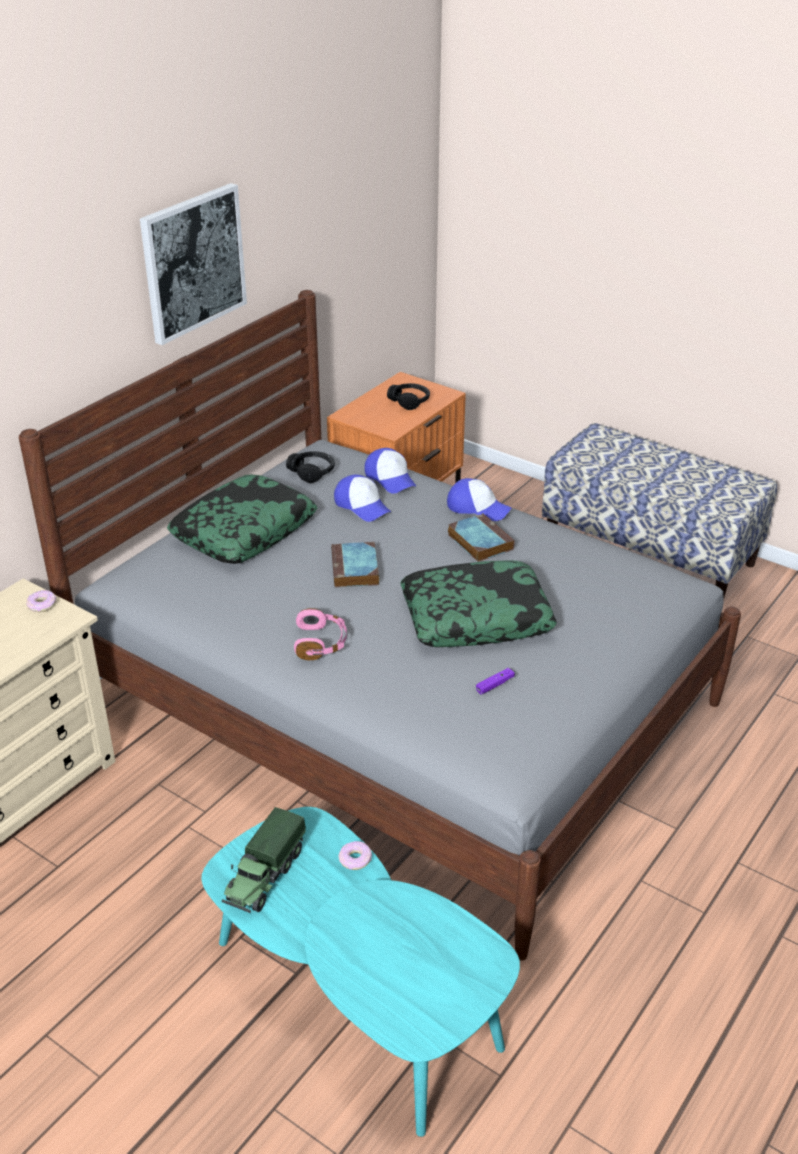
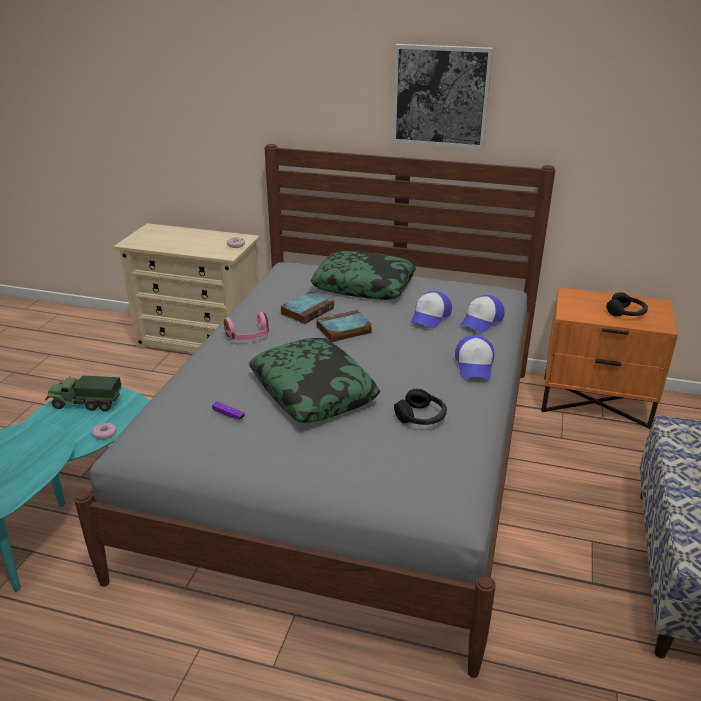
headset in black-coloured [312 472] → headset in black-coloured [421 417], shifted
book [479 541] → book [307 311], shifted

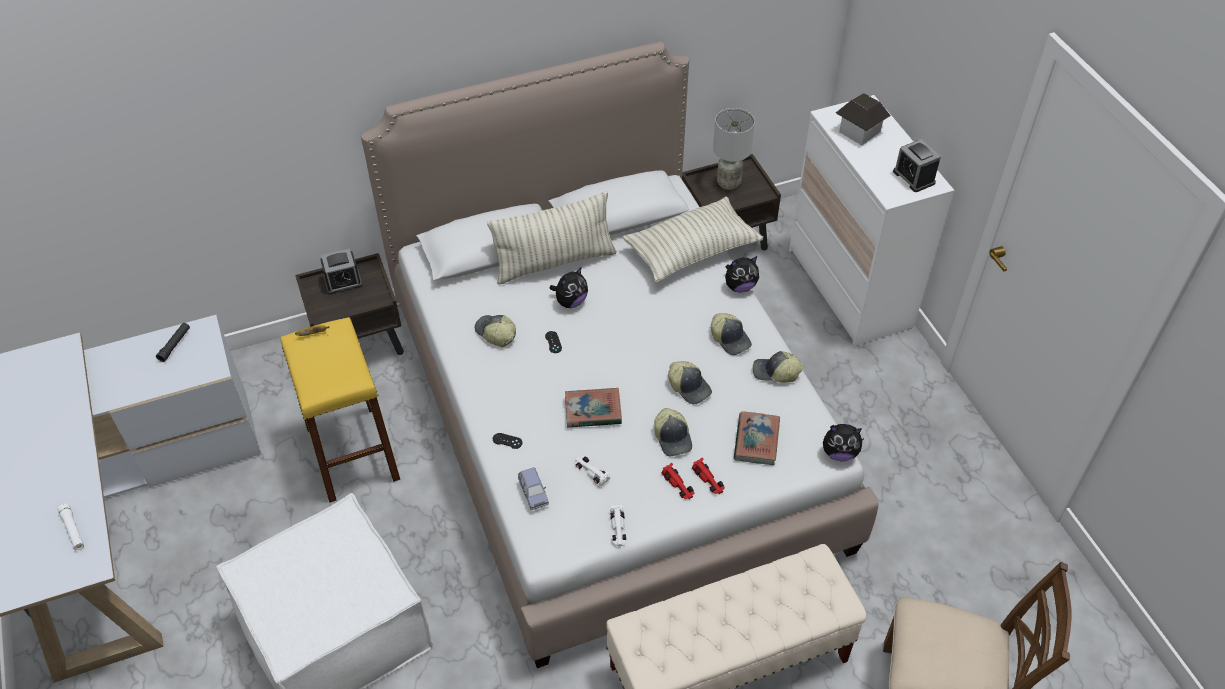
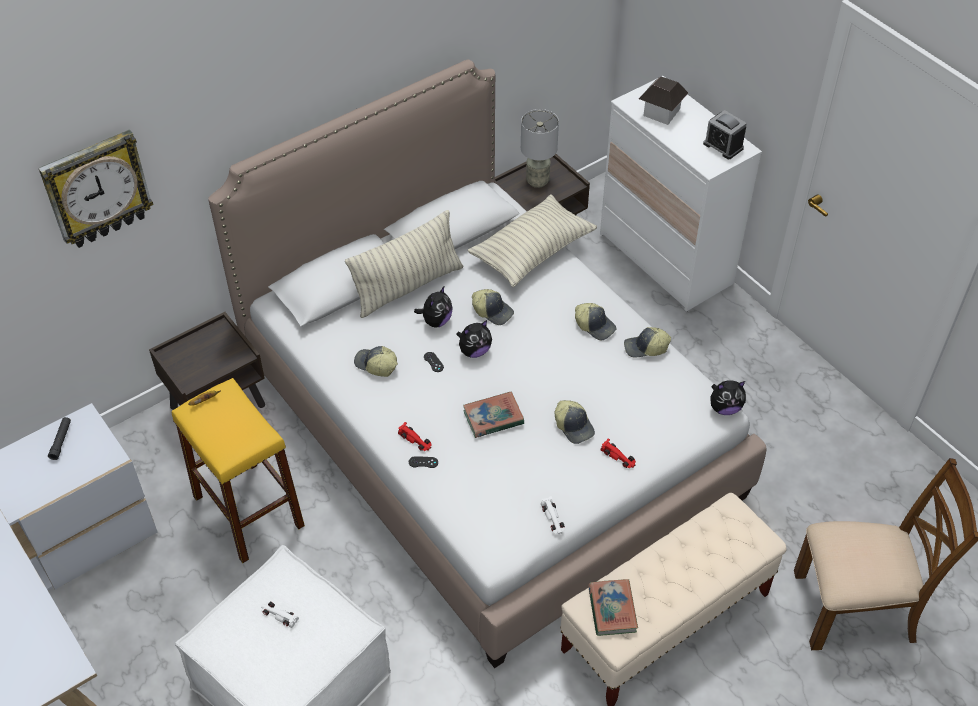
bedside clock [343 282] → -
cuddly toy [740 286] → cuddly toy [474 351], shifted
cap [689 387] → cap [493 311], shifted
book [756 440] → book [612 609], shifted
miniature car in white-coloured [591 471] → miniature car in white-coloured [279 615], shifted
miniature car in reddish [678 485] → miniature car in reddish [415 440], shifted
miniature car in blue [533 493] → -
torch in white-coloured [73 530] → -
- → wall clock [97 189]

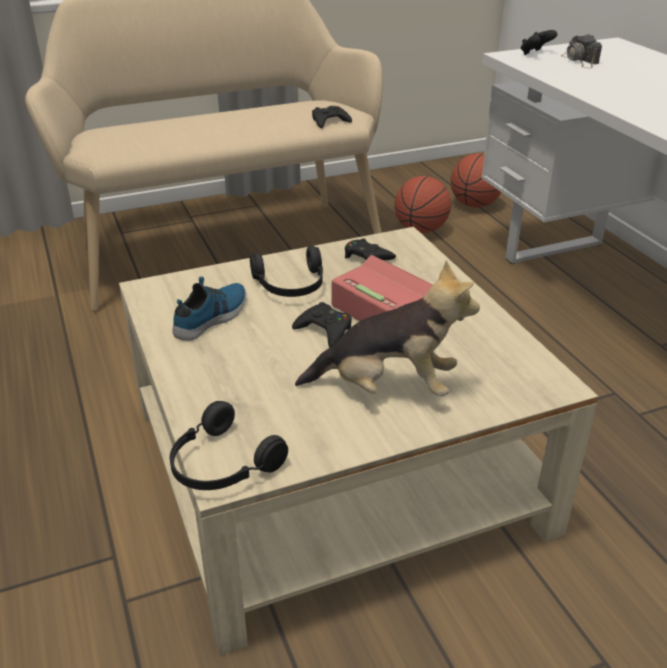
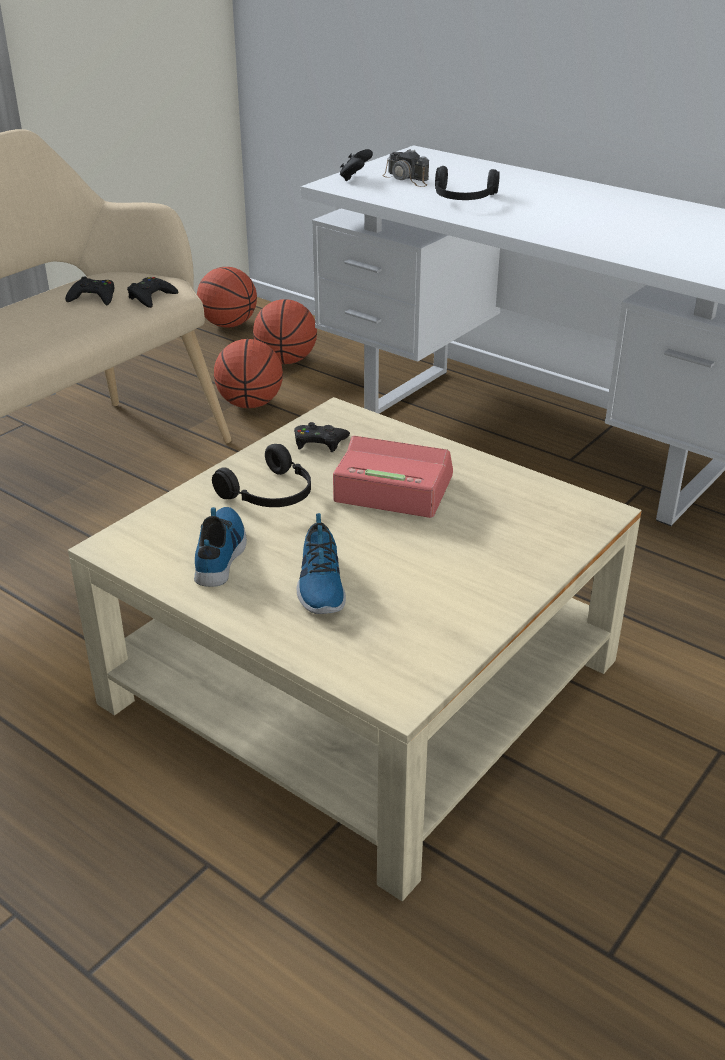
cuddly toy [388 388] → -
gamepad in black-coloured [325 330] → gamepad in black-coloured [93 297], shifted
headset in black-coloured [221 465] → headset in black-coloured [463 198], shifted
- → basketball [228 325]
- → low shoe [319 583]

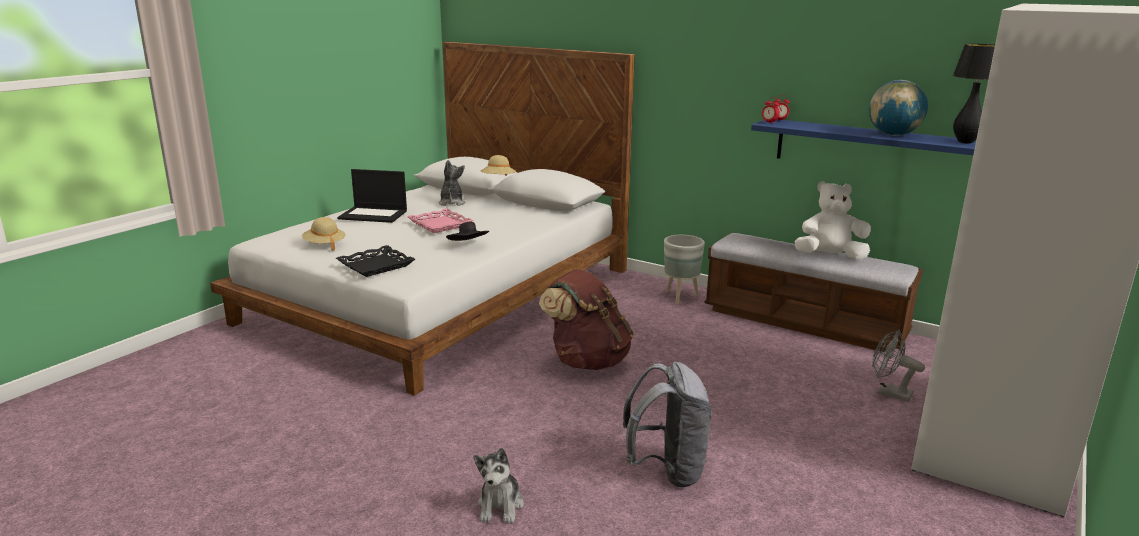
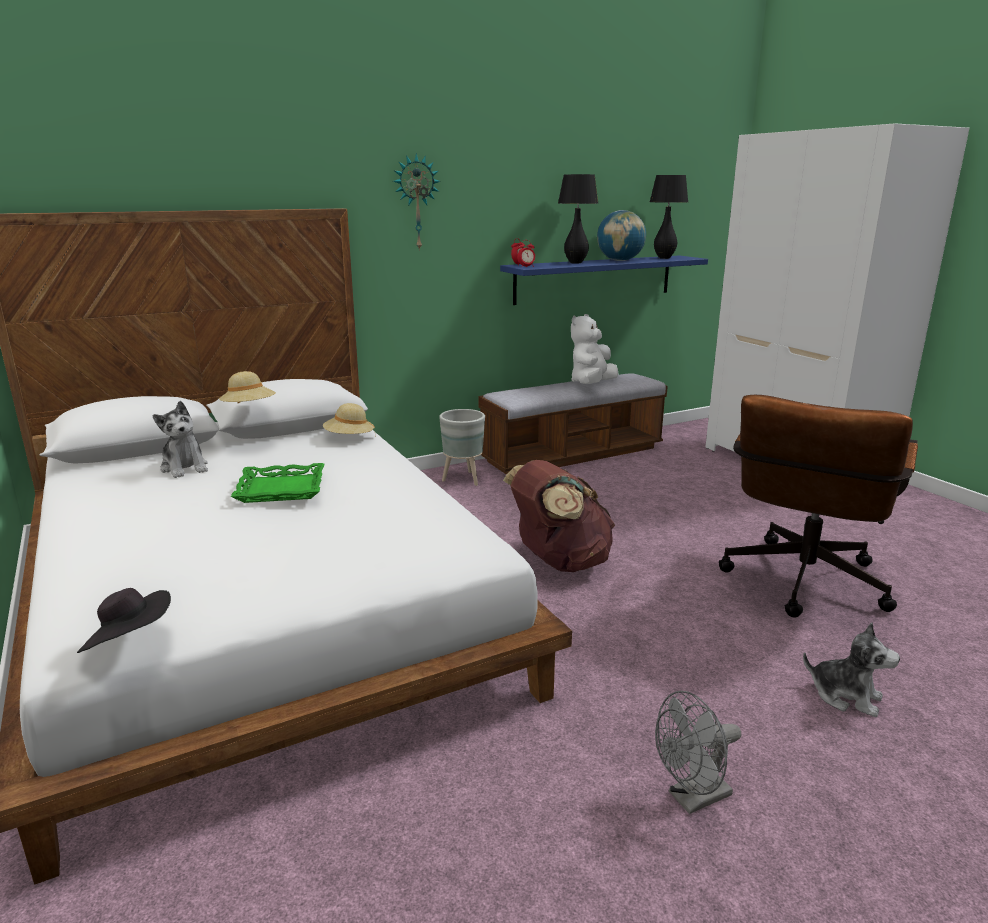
cuddly toy [451 203] → cuddly toy [185 467], 150 degrees counterclockwise
notebook computer [374 215] → -
tray in pink-coloured [440 225] → tray in greenish [281 489]
hat in beige [324 245] → hat in beige [349 438], shifted
hat in black-coloured [468 246] → hat in black-coloured [130 642], shifted
tray in black-coloured [376 266] → -
electric fan in gray [888 393] → electric fan in gray [692 798], shifted
backpack in gray [667 470] → desk chair in brown [801 586]
- → wall clock [416 202]
- → table lamp in black-coloured [575 263]

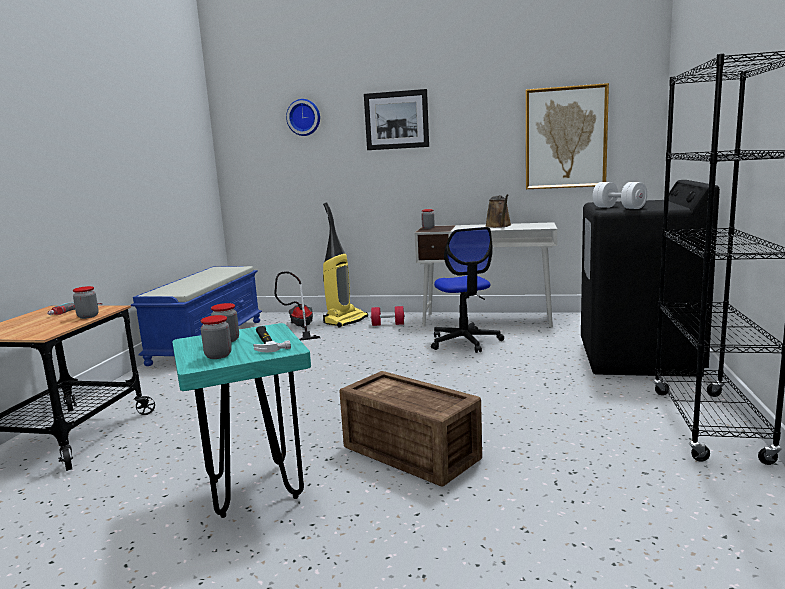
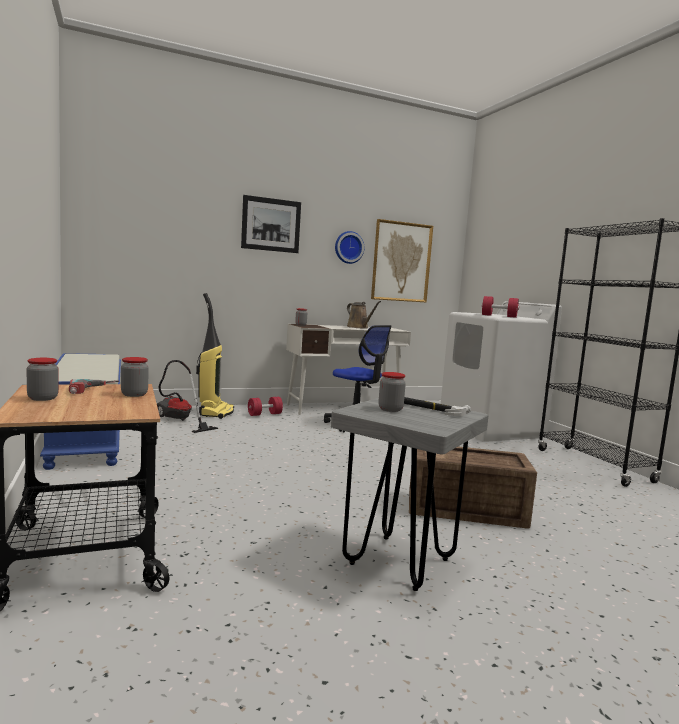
wall clock [304 117] → wall clock [348 247], shifted
laundry machine in black-coloured [638 358] → laundry machine in white-coloured [490 429]
hand weight in white-coloured [619 208] → hand weight in reddish [499 316]
preserve jar [218 355] → preserve jar [43 398], shifted
sitting stool in turquoise [254 489] → sitting stool in gray [399 561]

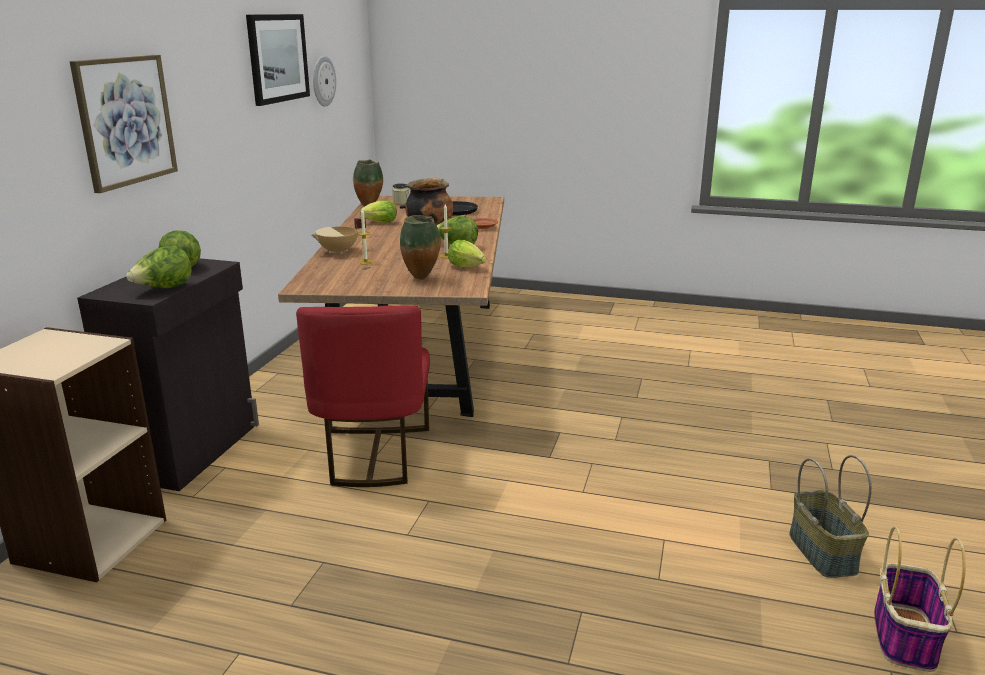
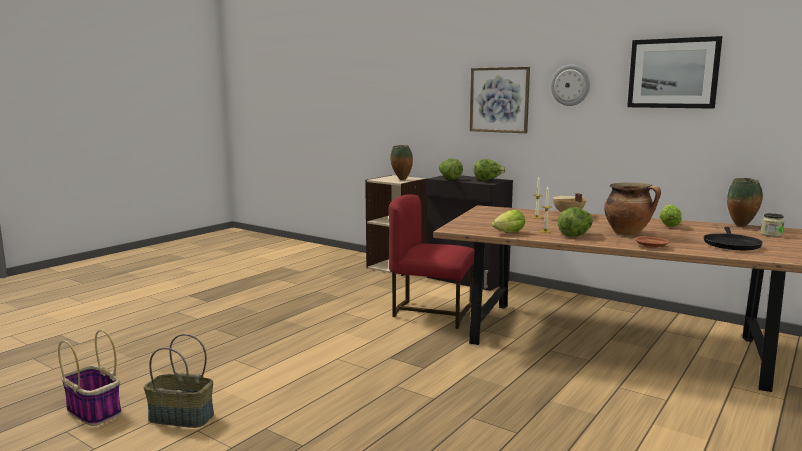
wall clock [323 81] → wall clock [570 85], shifted
decorative vase [422 279] → decorative vase [401 179], shifted

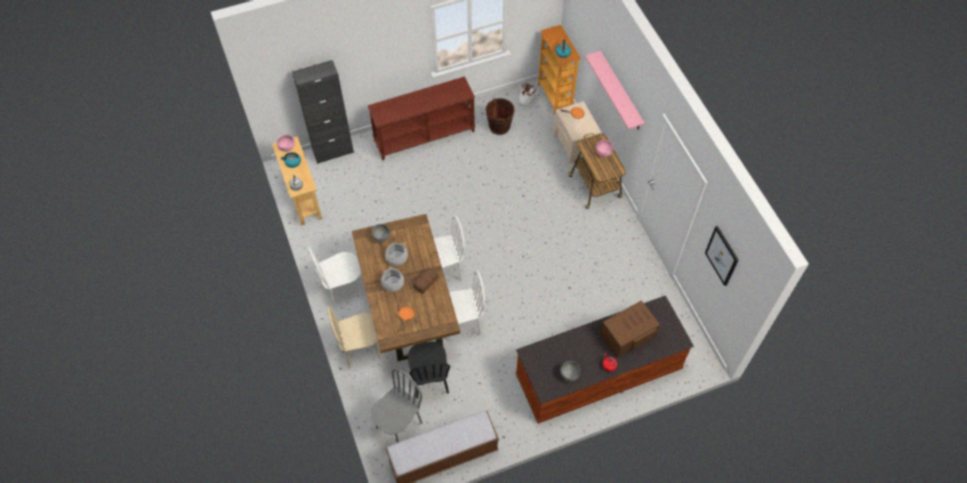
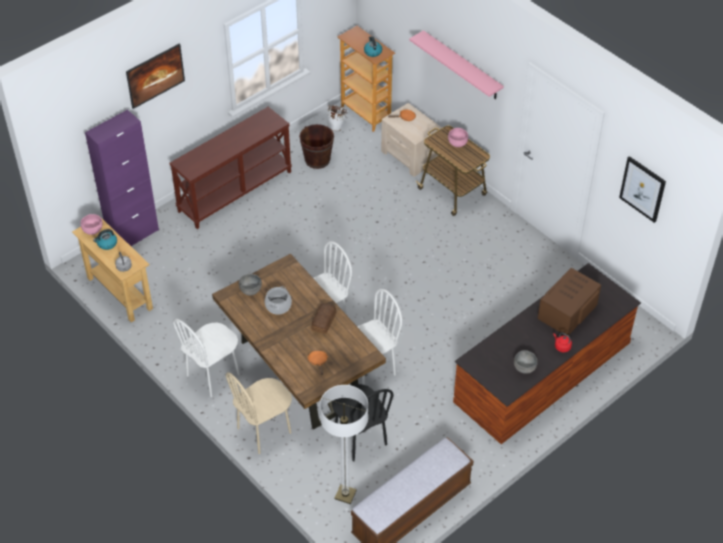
cabinet in black-coloured [333 152] → cabinet in purple [133 235]
cooking pot [392 283] → -
plain chair in gray [399 425] → standard lamp [345 495]
- → wall picture [157 85]

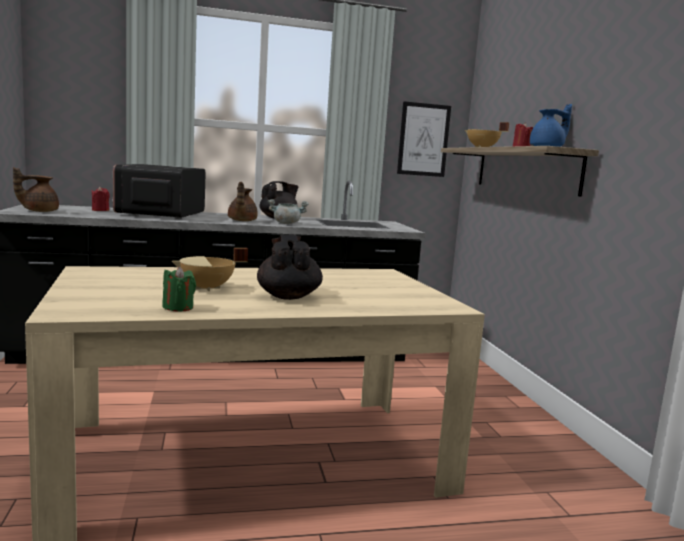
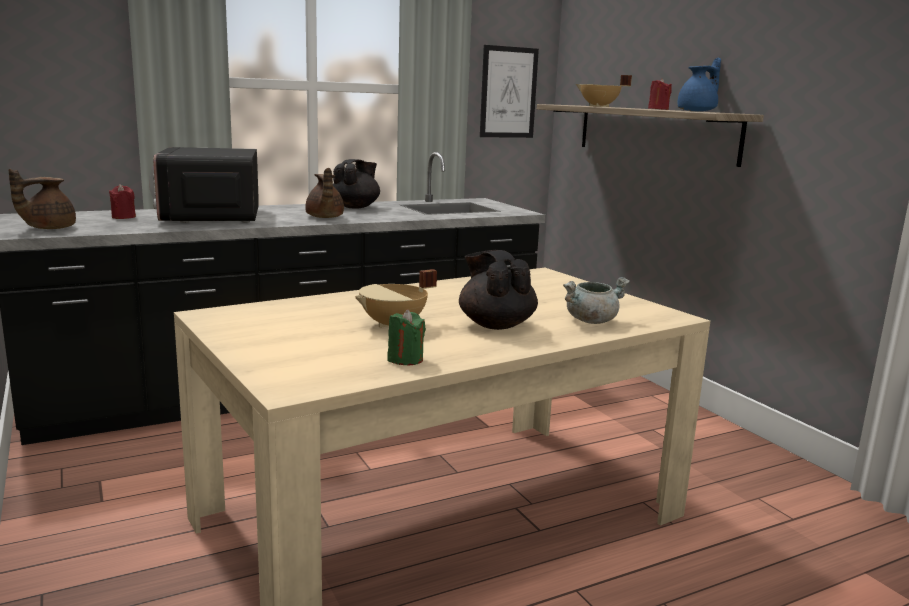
cooking pot in gray [287 223] → cooking pot in gray [591 321], shifted

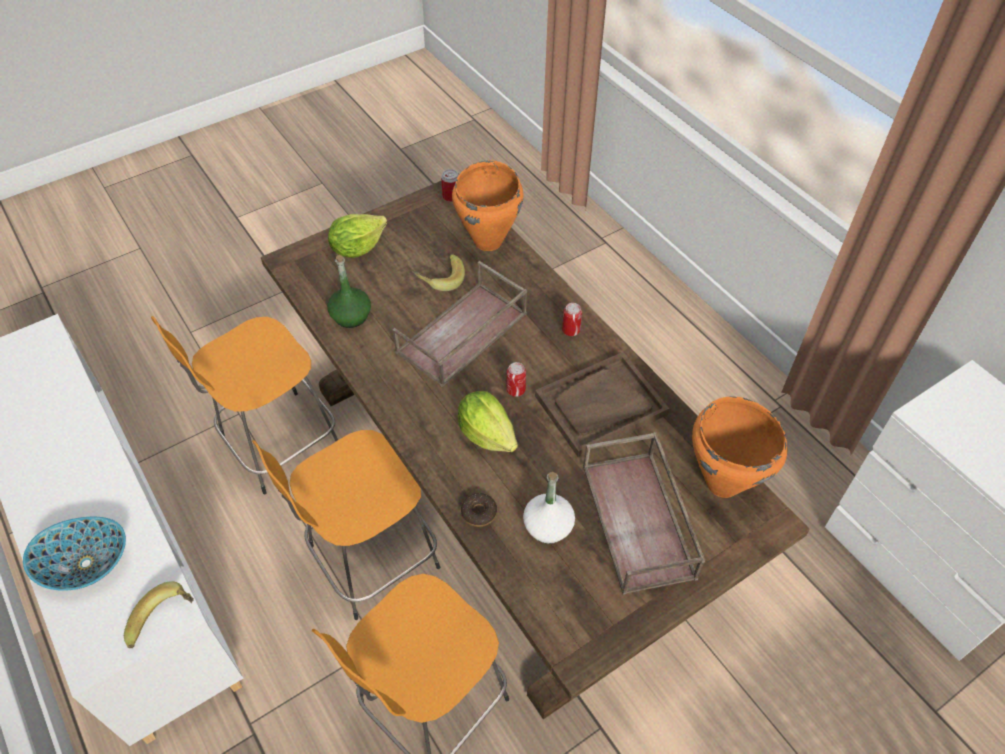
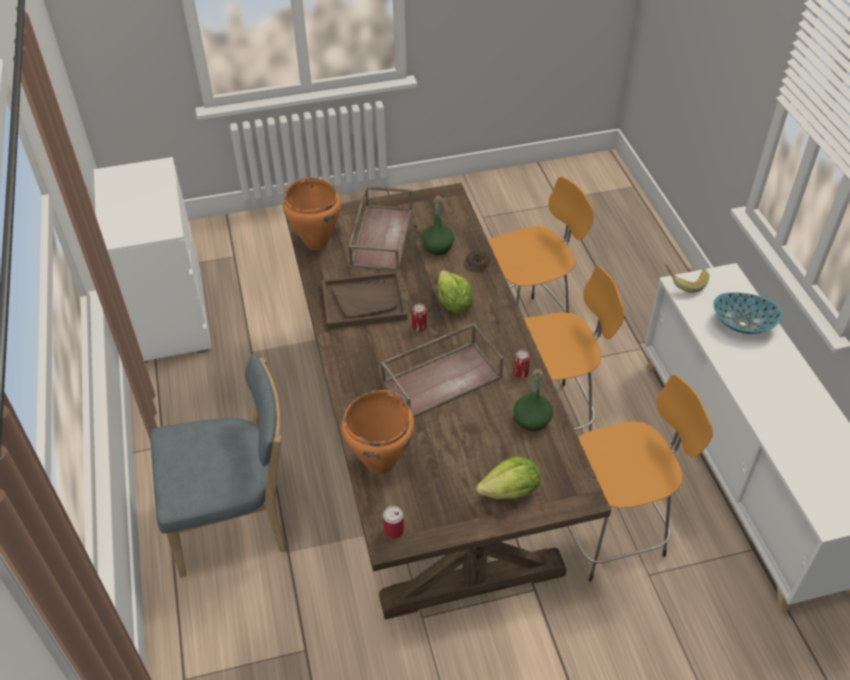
banana [439 280] → -
metal can [571 330] → metal can [520 373], shifted
beverage bottle in white-coloured [548 526] → beverage bottle in greenish [438 247]
- → plain chair in blue [236 522]

